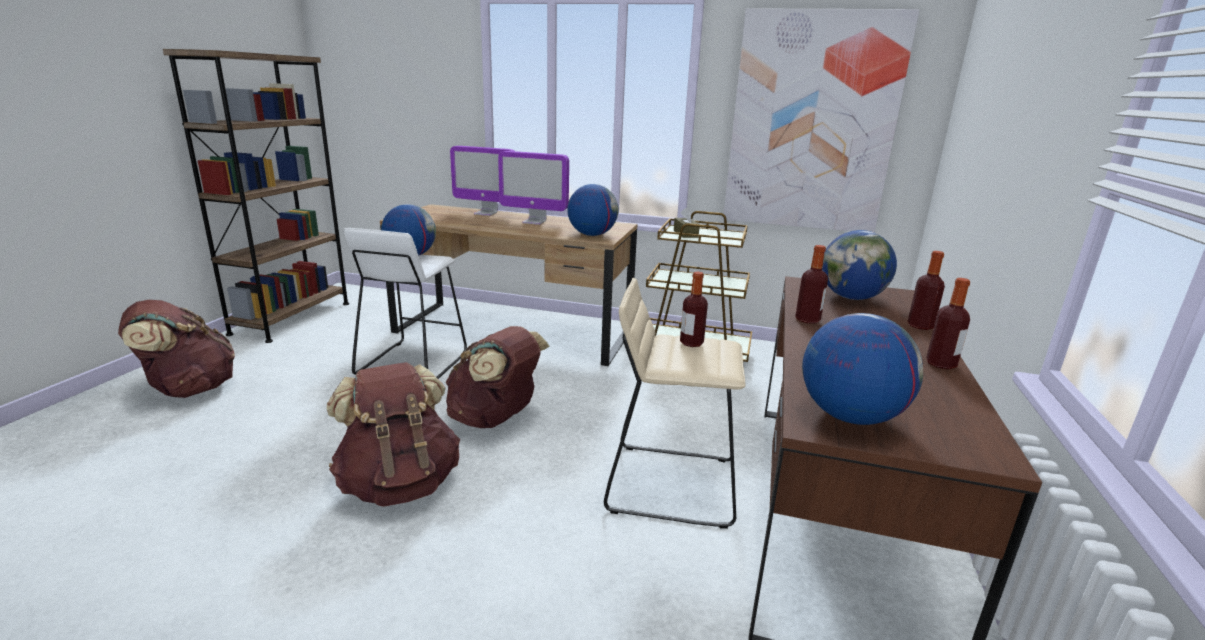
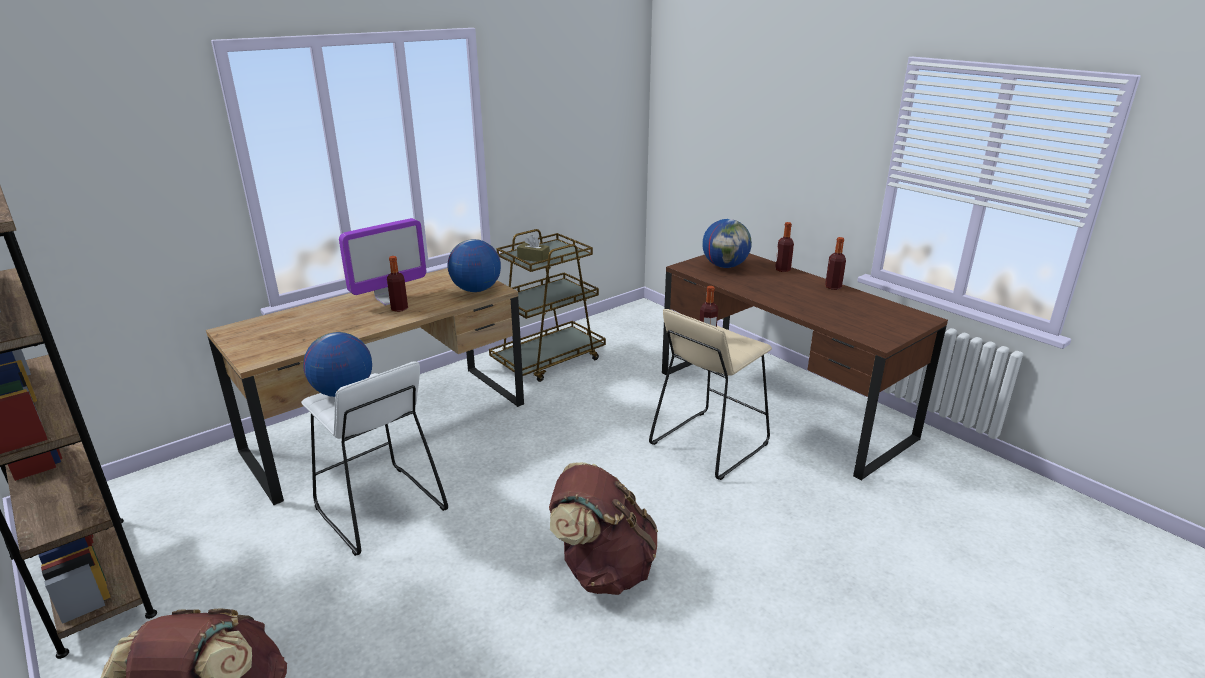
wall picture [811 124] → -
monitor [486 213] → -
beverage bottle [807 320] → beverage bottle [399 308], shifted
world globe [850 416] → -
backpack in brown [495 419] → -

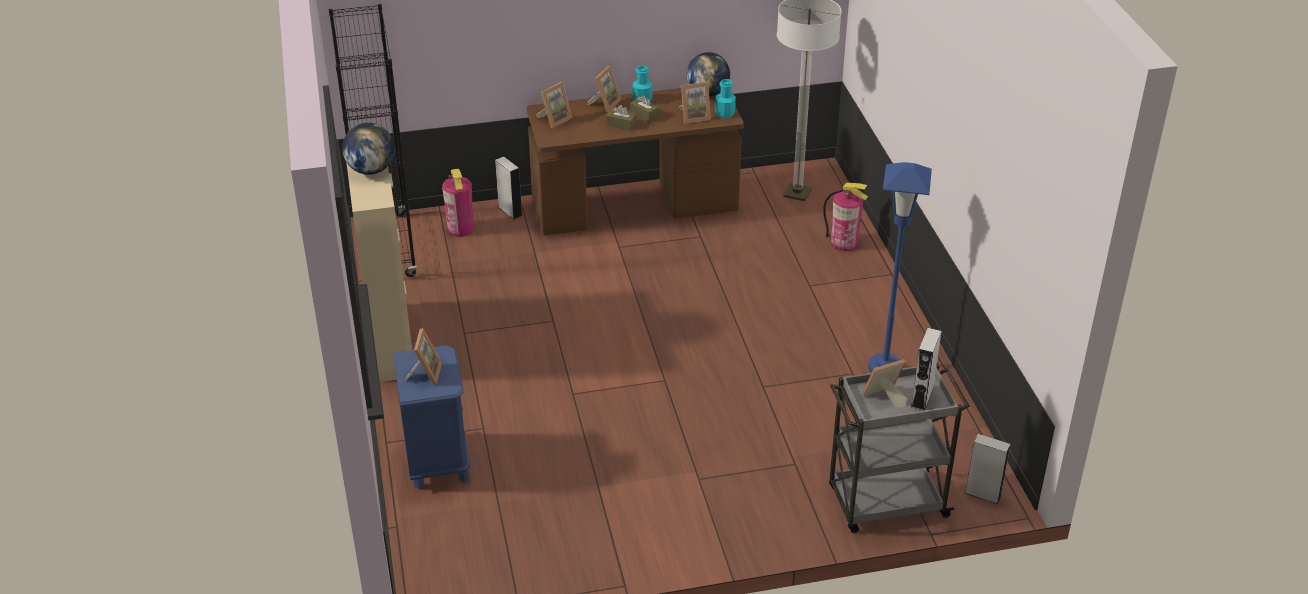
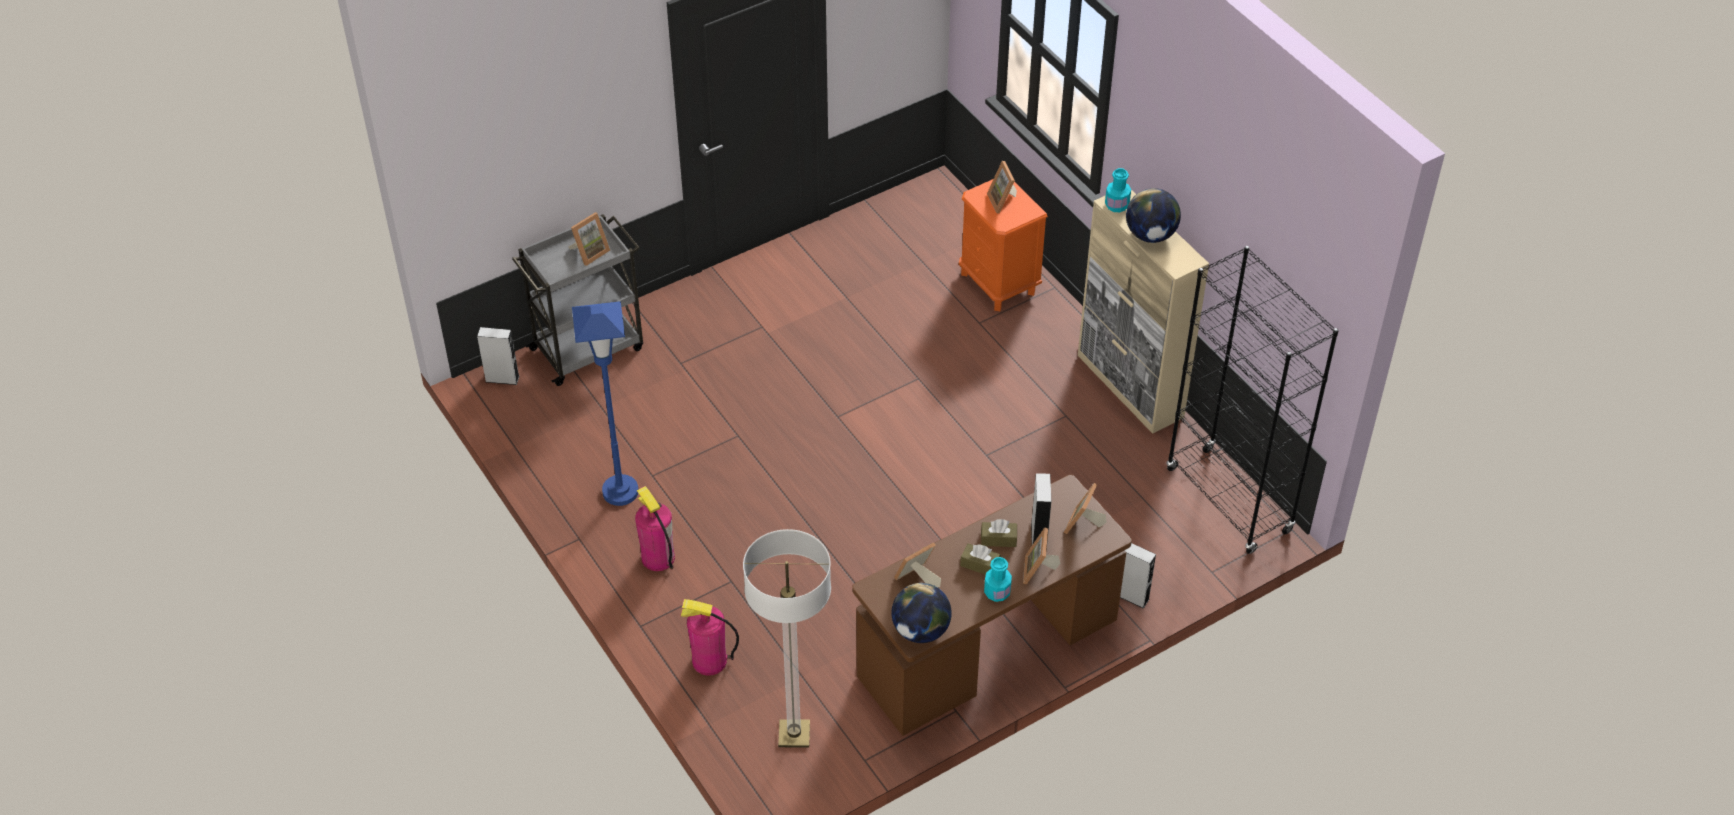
beverage bottle in turquoise [725 113] → beverage bottle in turquoise [1116 205], shifted
fire-fighting cylinder [461 228] → fire-fighting cylinder [658 558], shifted
audio speaker in gray [922 397] → audio speaker in gray [1039 536], shifted
bedside table in blue [437 460] → bedside table in orangey [998 283]

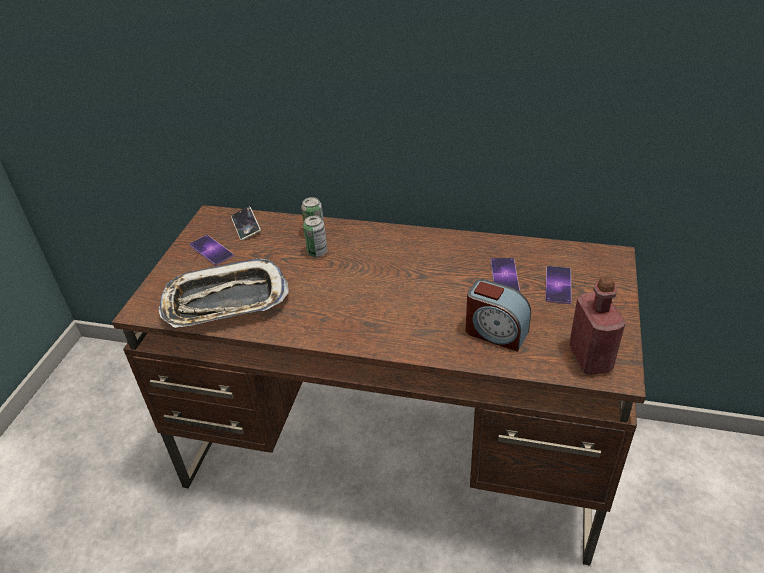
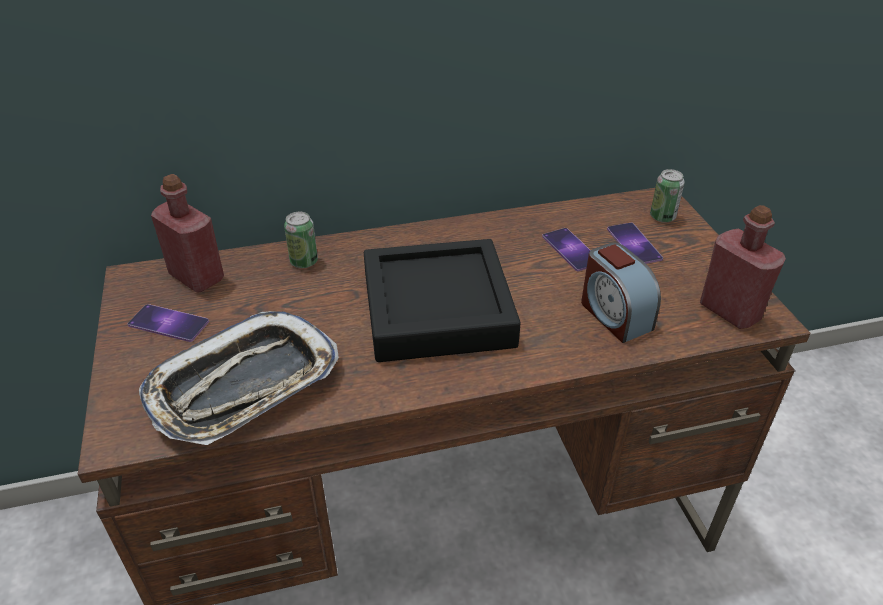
telephone [246 226] → beverage bottle in reddish [197 277]
metal can [317 252] → metal can [662 217], shifted
bedside clock [495 332] → bedside clock [614 315], 60 degrees clockwise
- → tray in black-coloured [437 309]

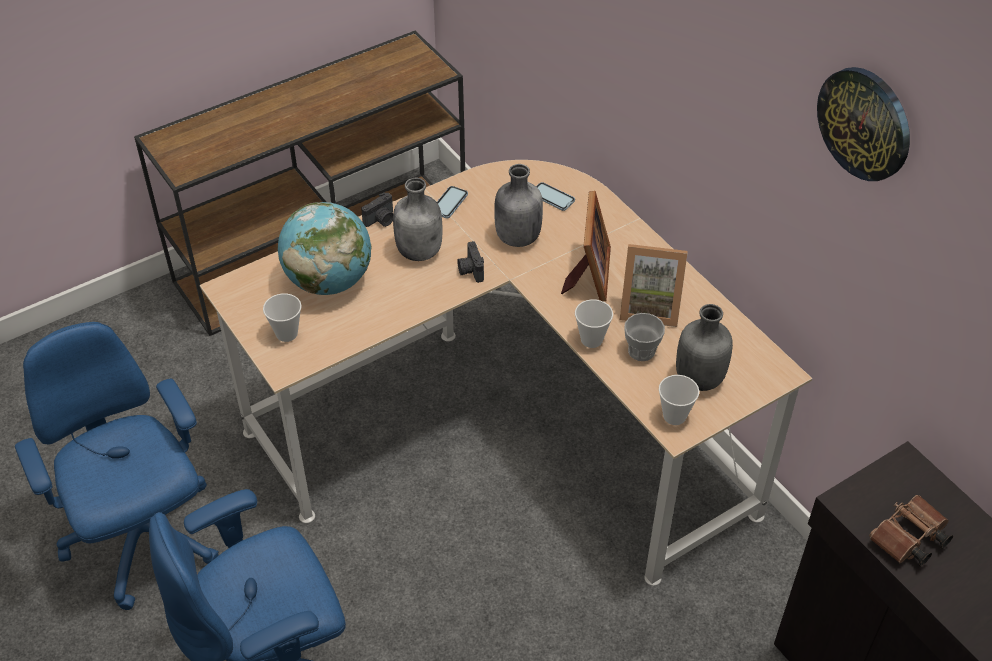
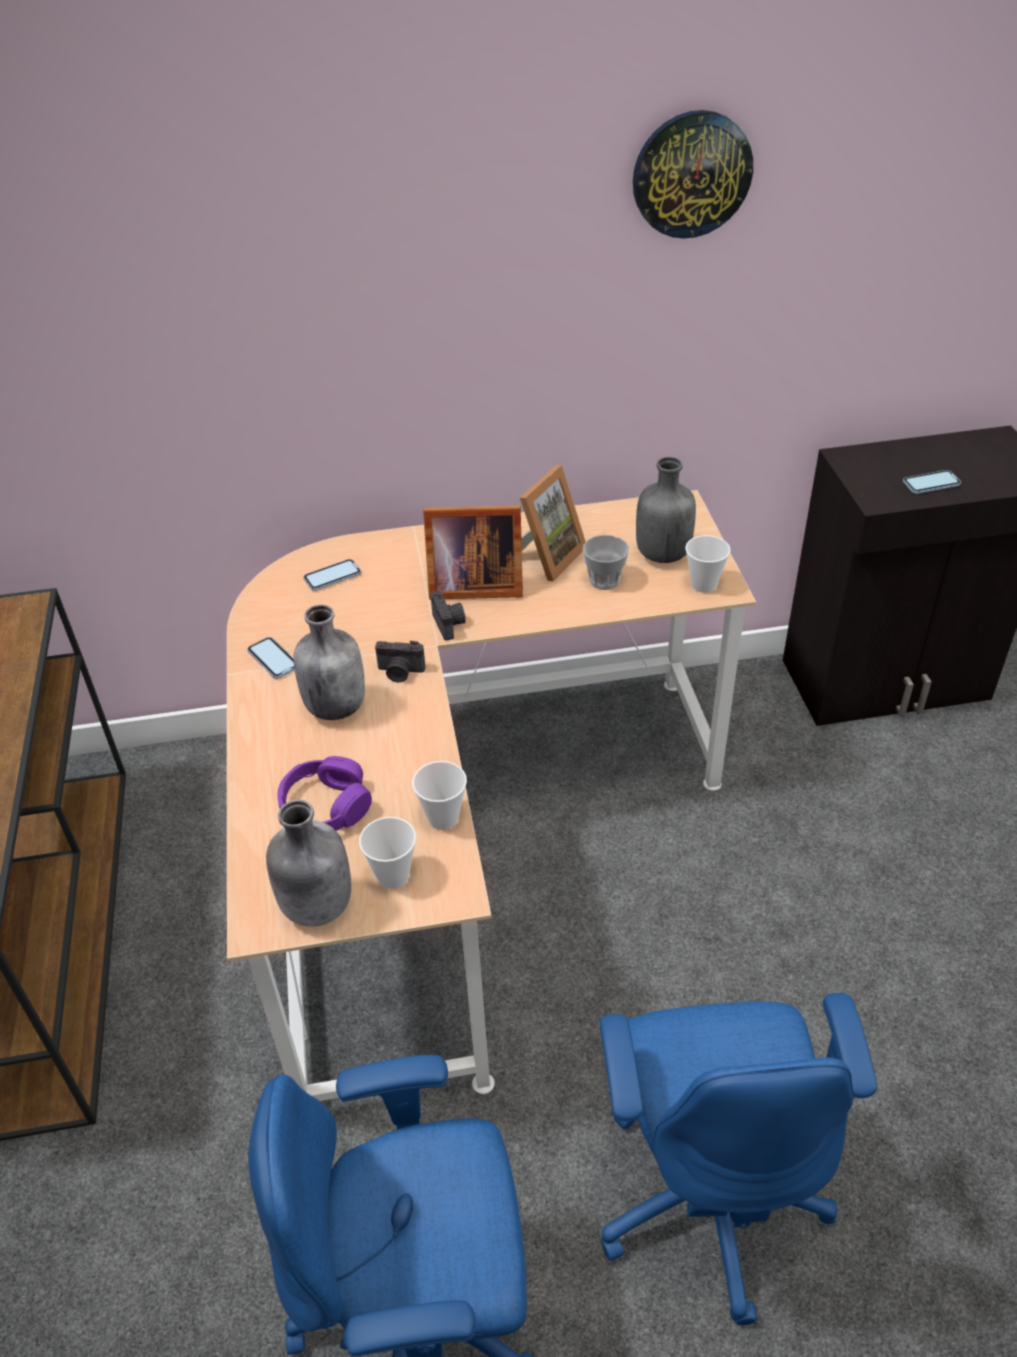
beverage bottle in gray [517 237] → beverage bottle in gray [316 907], shifted
picture frame [588 275] → picture frame [472 585], 150 degrees clockwise
photo camera [381 220] → photo camera [449 624], shifted
world globe [329 281] → headset in purple [325 807]
cup [591 339] → cup [443 818], shifted
pair of binoculars in brown [907 540] → telephone [931 483]

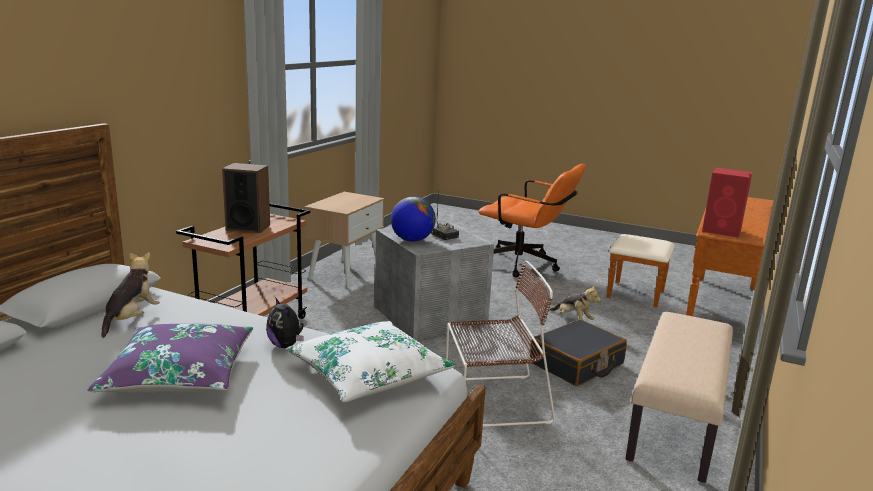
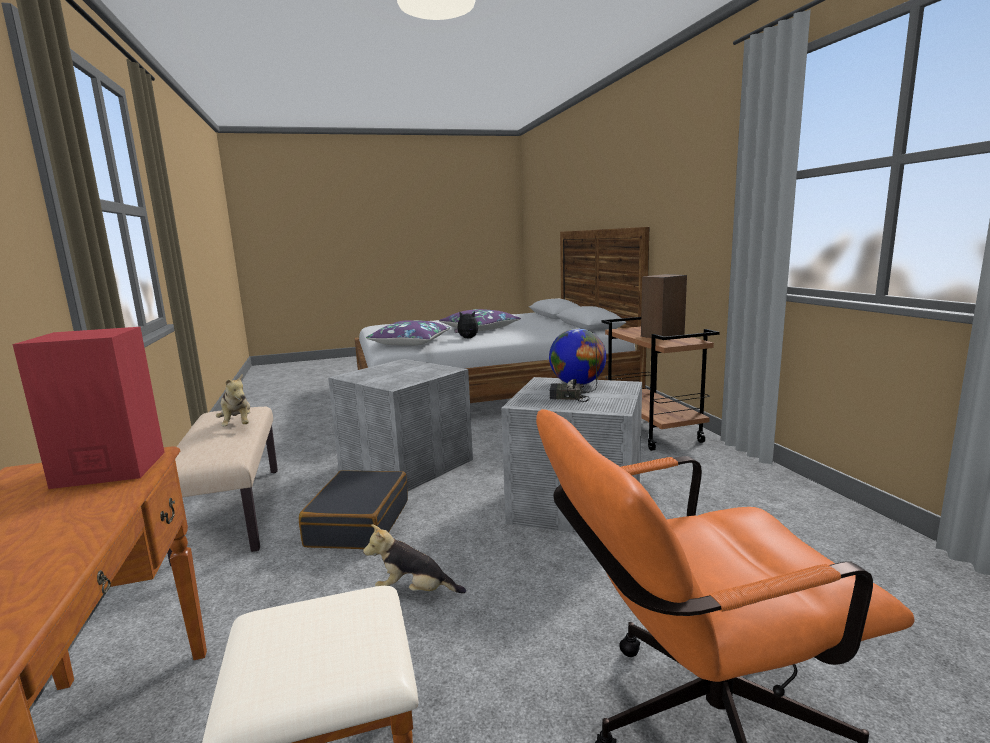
bedside table in beige [345 273] → -
cuddly toy [131 319] → cuddly toy [237 425], shifted
plain chair in brown [492 401] → storage container in gray [404 464]
throw pillow in white-coloured [369 374] → throw pillow in purple [410 343]

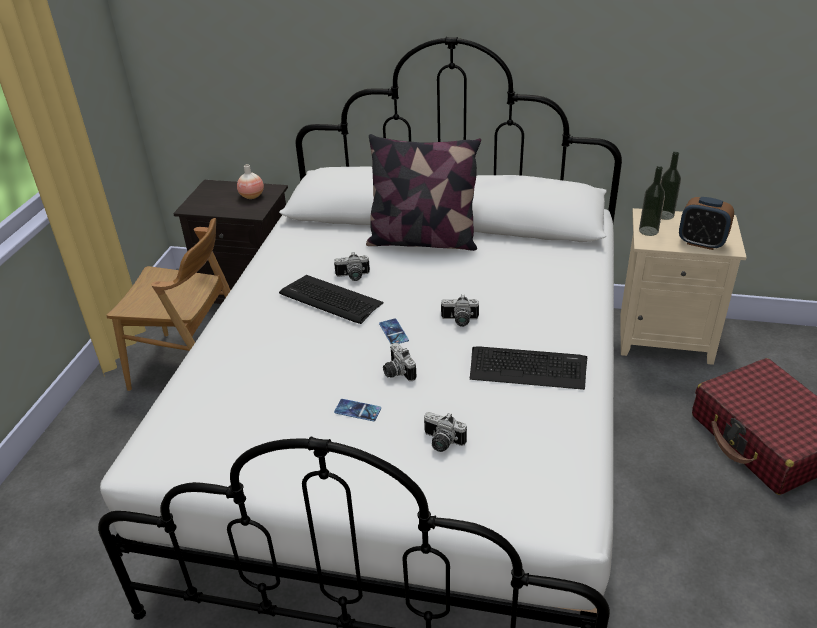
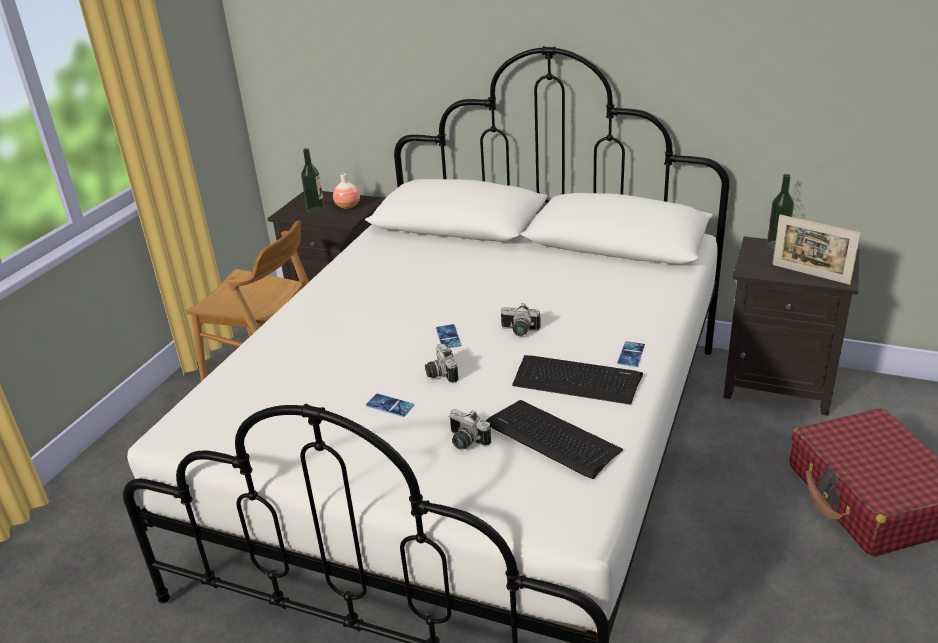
throw pillow [422 240] → -
beverage bottle [648 231] → beverage bottle [316 210], shifted
bedside clock [701 243] → picture frame [810 274]
bedside table in beige [666 337] → bedside table in black-coloured [780 383]
photo camera [353 277] → -
PC keyboard [331 300] → PC keyboard [552 439], shifted
- → telephone [631 354]

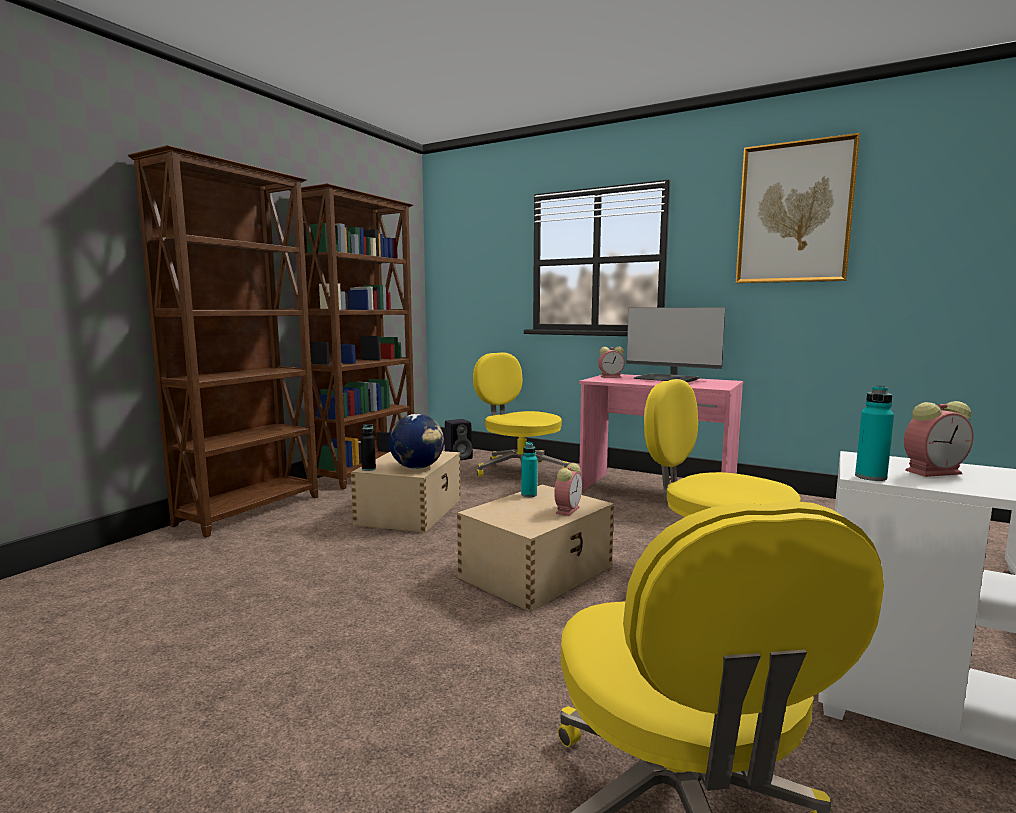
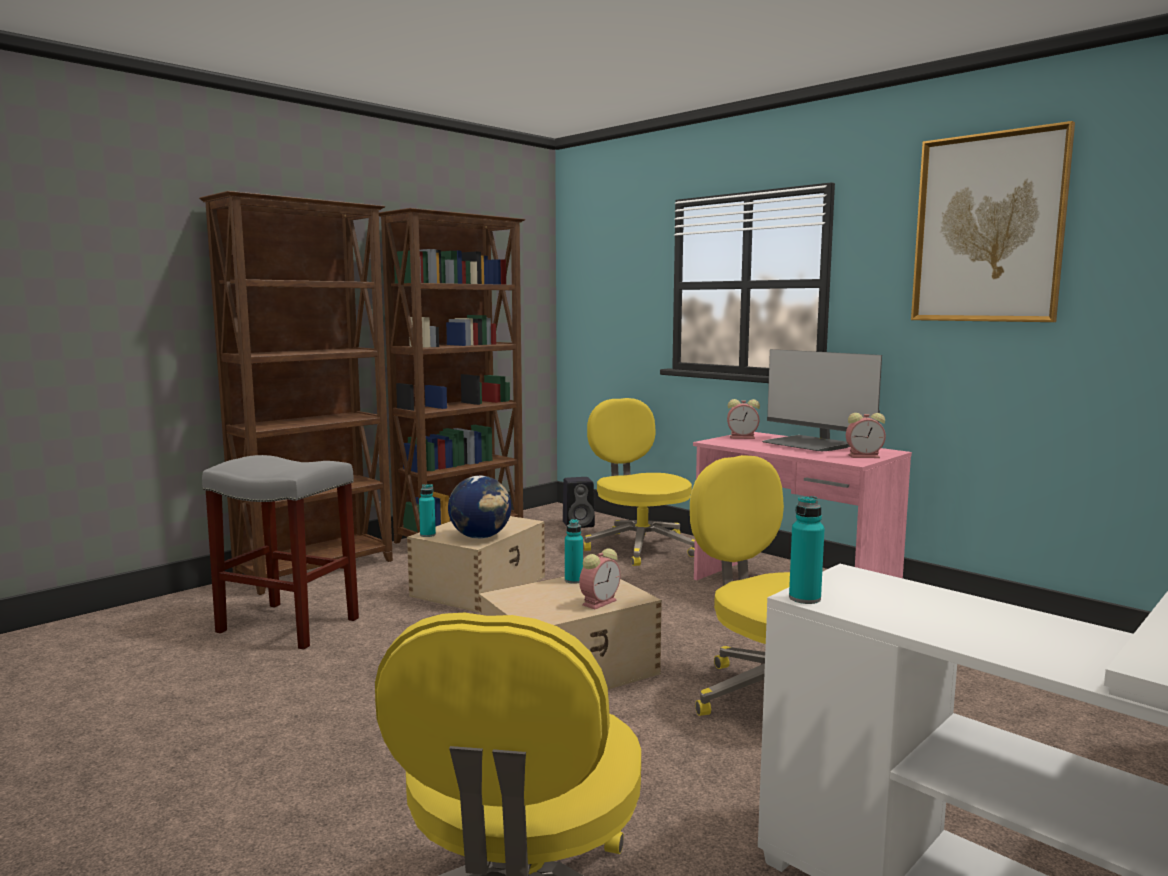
bedside clock [934 472] → bedside clock [865 456], shifted
beverage bottle in black-coloured [368 469] → beverage bottle in turquoise [427 535]
- → sitting stool in gray [290 625]

